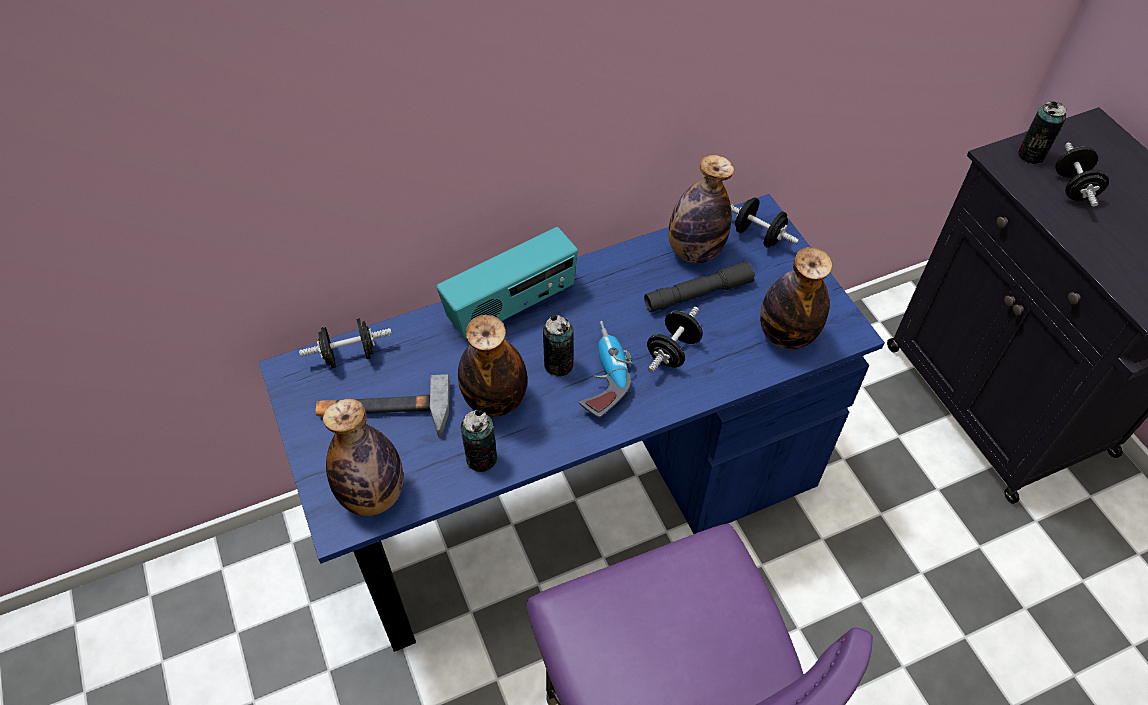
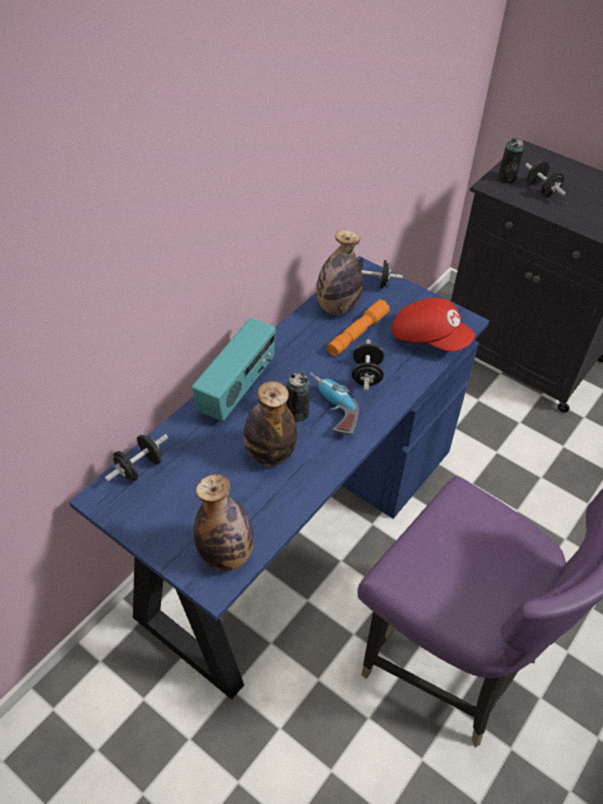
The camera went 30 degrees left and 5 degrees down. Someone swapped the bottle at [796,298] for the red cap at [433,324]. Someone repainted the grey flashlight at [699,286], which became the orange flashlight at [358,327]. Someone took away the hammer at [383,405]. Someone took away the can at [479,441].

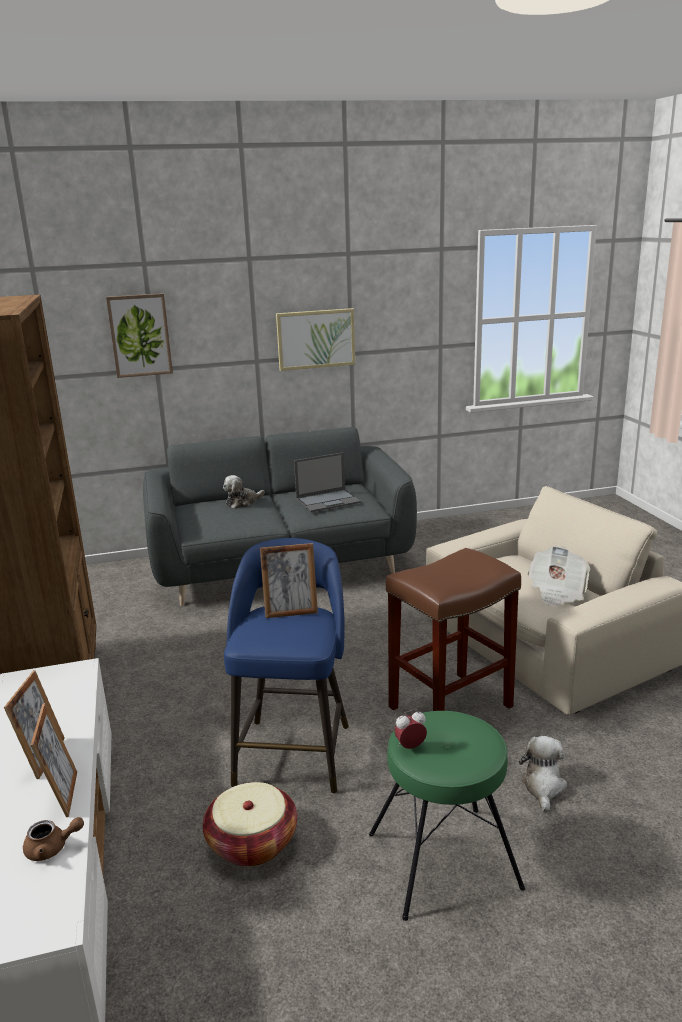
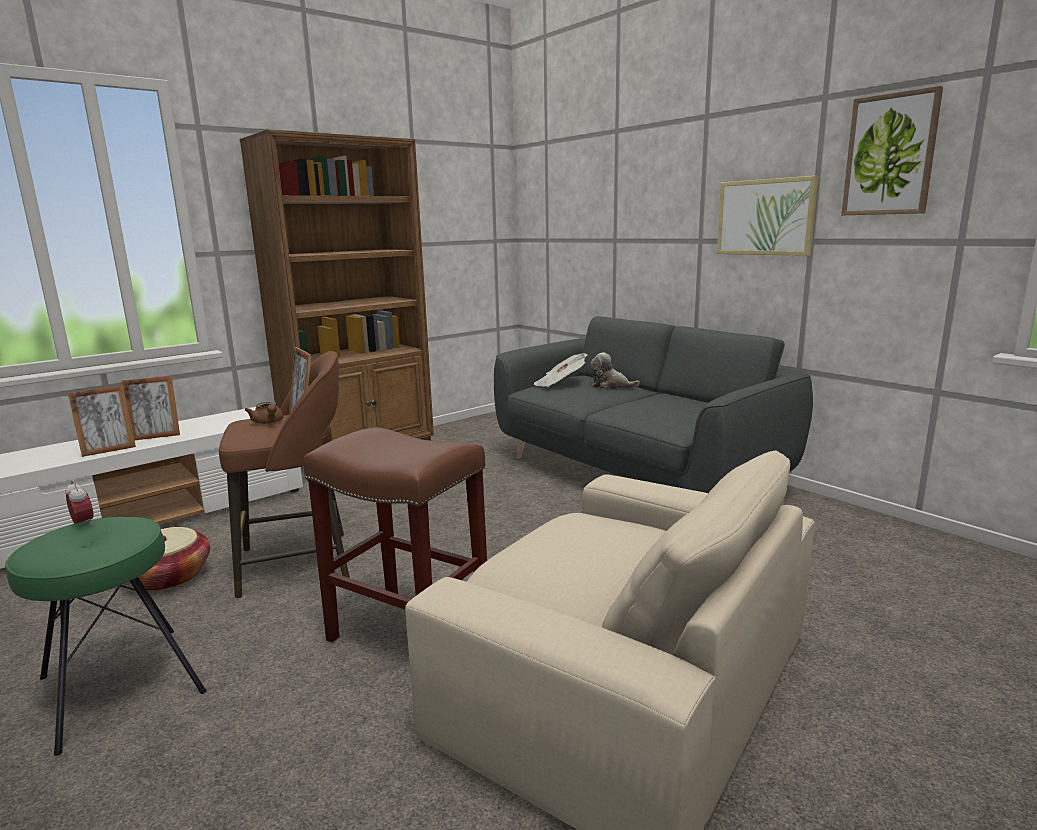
The camera went 65 degrees right and 5 degrees down. Someone carried the picture from [139,335] to [892,150]. Someone took away the laptop at [327,482]. Someone repainted the blue stool at [286,665], which became the brown stool at [284,474]. Someone carried the newspaper from [559,575] to [561,370]. Someone took away the plush toy at [543,774]. Someone carried the brown teapot from [53,839] to [264,413].

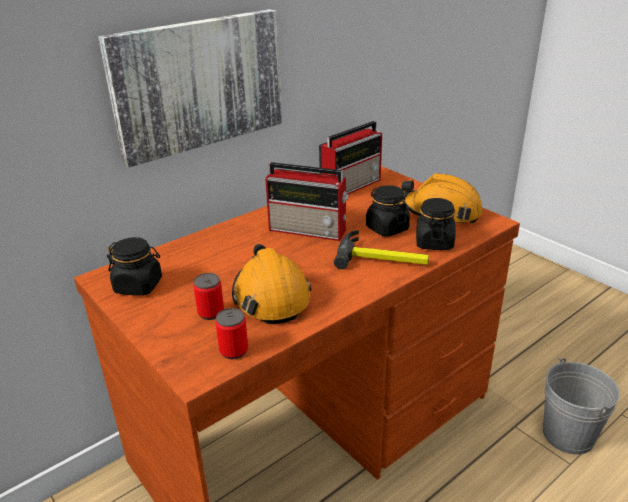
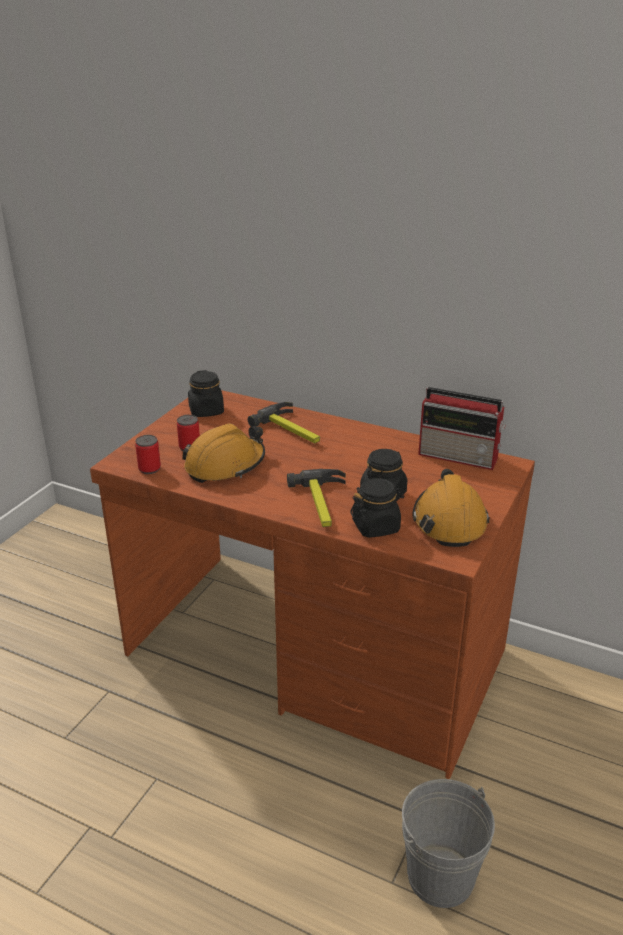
The camera went 65 degrees right and 0 degrees up. Someone took away the picture at [190,88]. Someone took away the radio at [307,201]. Someone put down the hammer at [284,423].

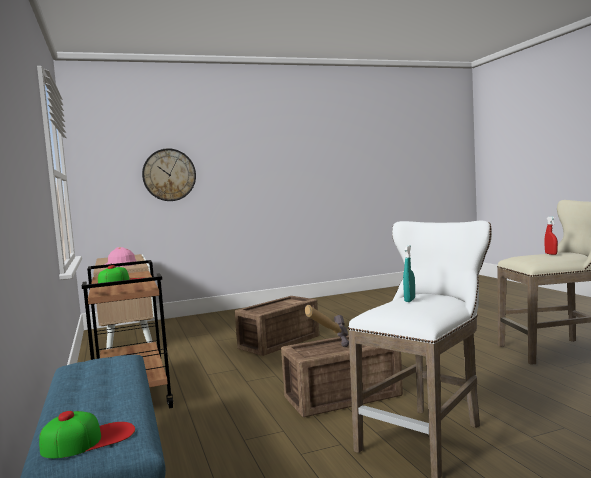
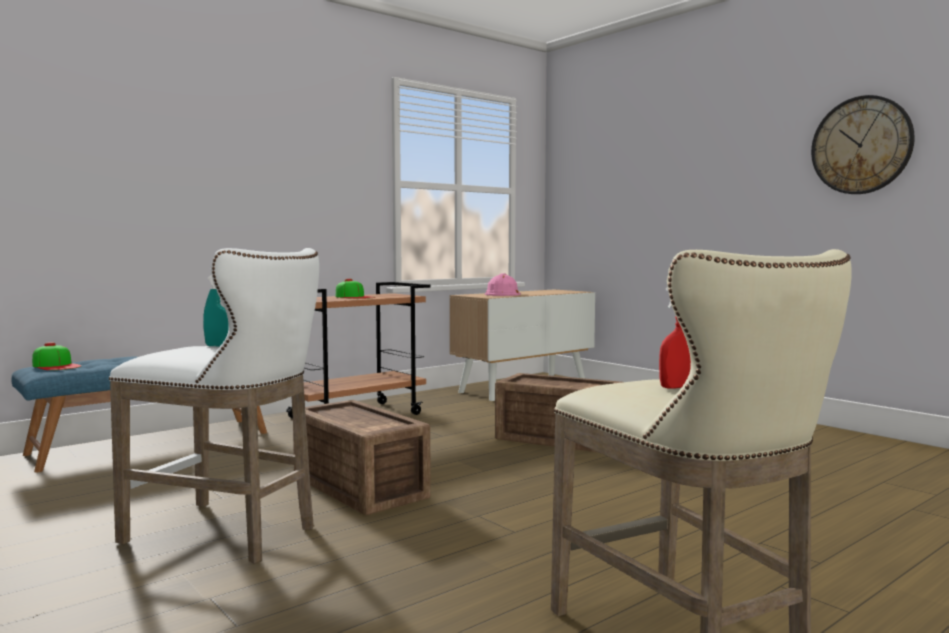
The camera went 70 degrees right and 0 degrees up. Someone carried the wall clock from [169,174] to [863,144]. Someone took away the hammer at [327,326].

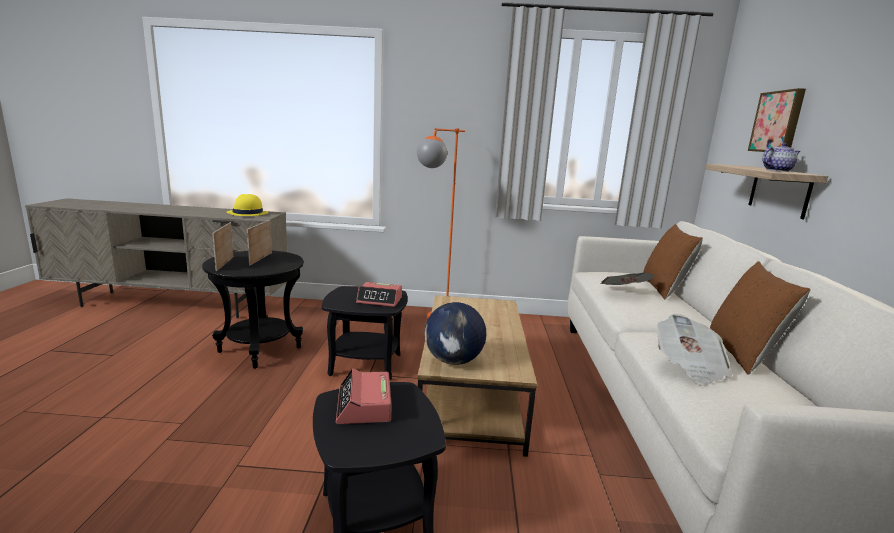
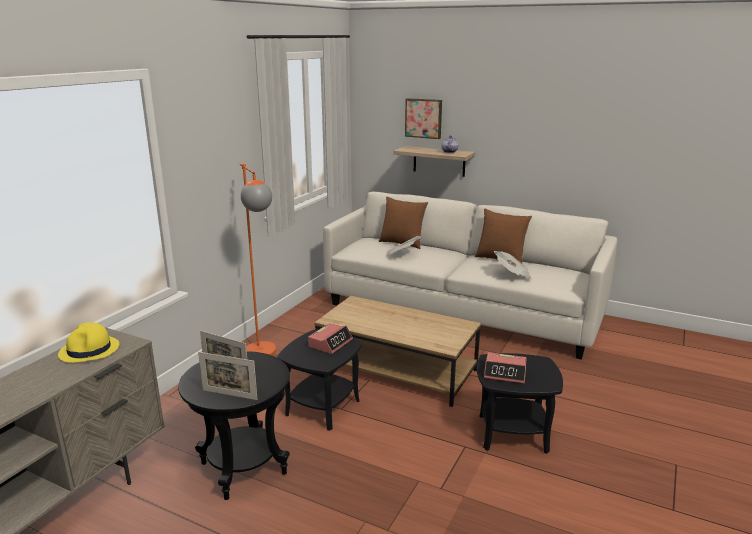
The camera went 65 degrees left and 5 degrees up. Someone took away the globe at [455,333].

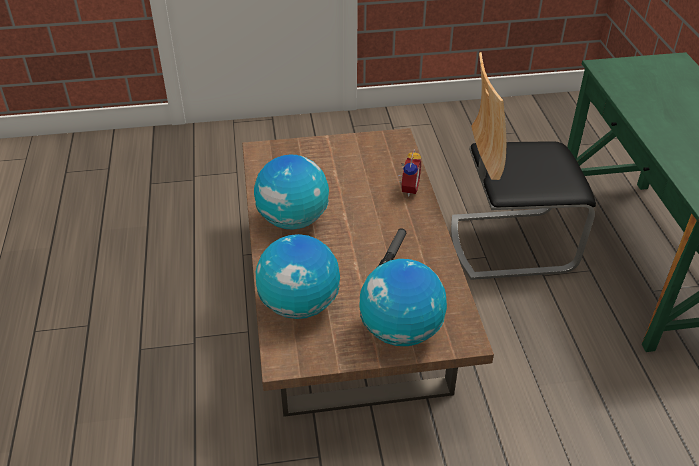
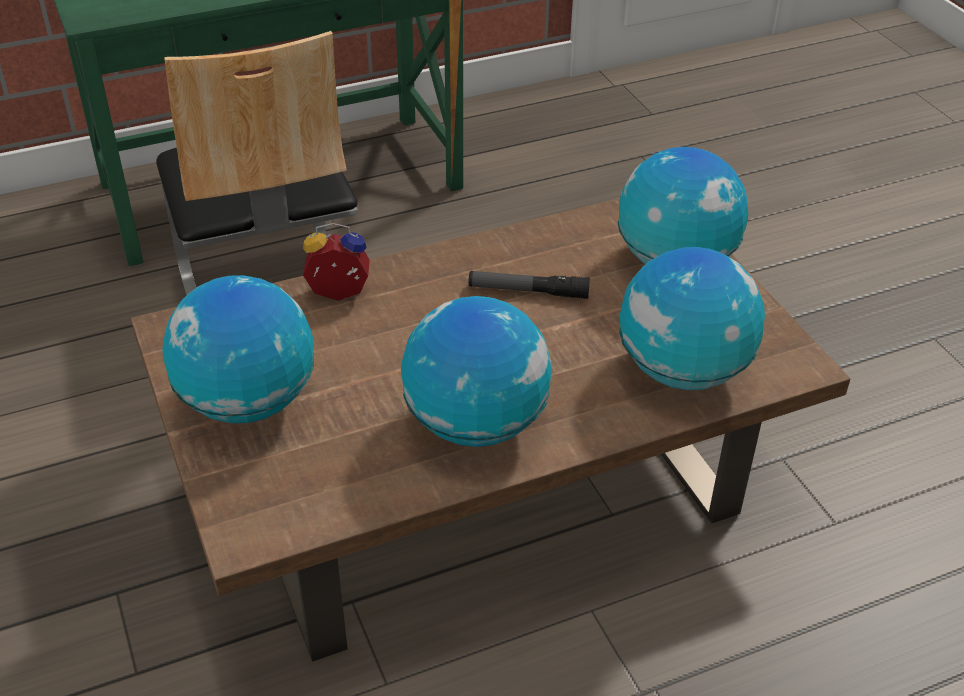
The camera went 105 degrees left and 0 degrees up. Someone put down the globe at [238,349].

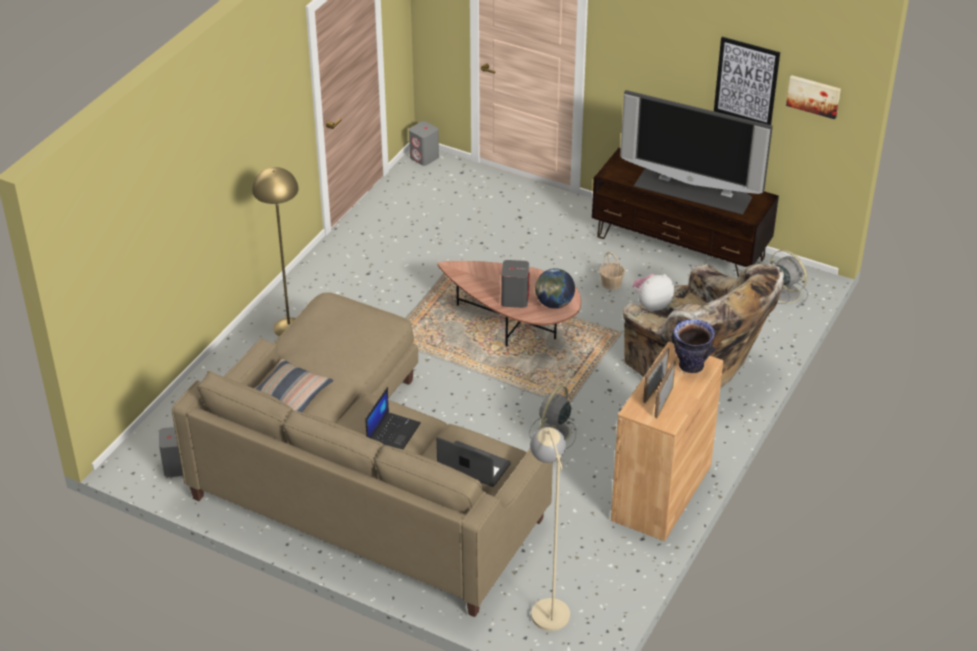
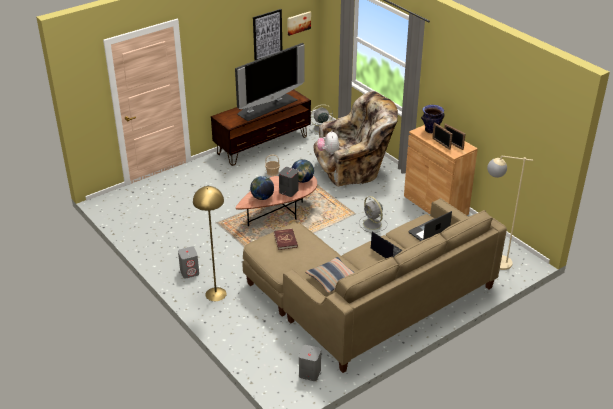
The camera went 65 degrees left and 5 degrees down. Someone carried the grey speaker from [424,143] to [188,263]. Someone put down the globe at [262,188]. Someone put down the red book at [286,239].

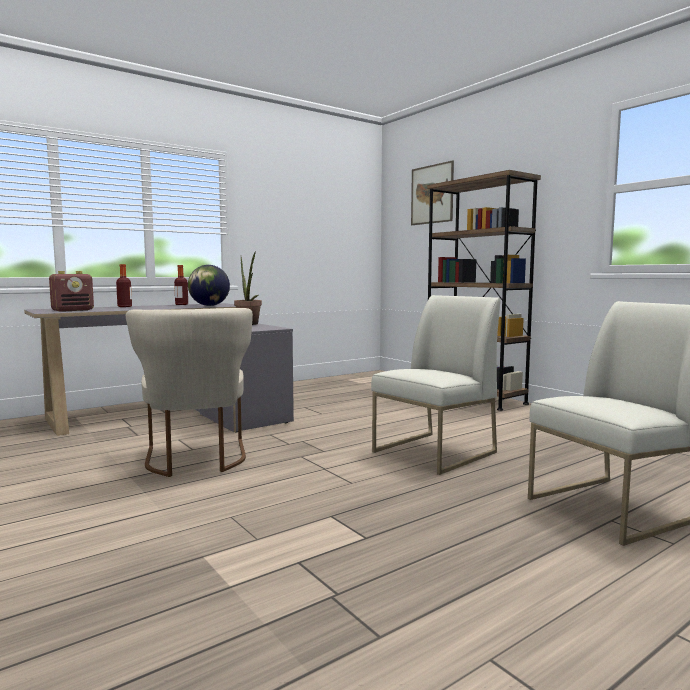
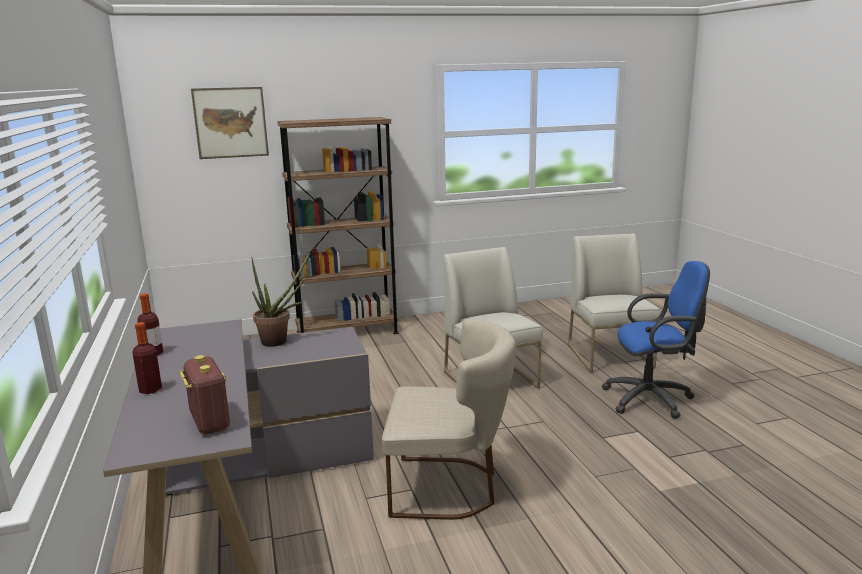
The camera went 70 degrees left and 10 degrees up. Someone took away the globe at [209,285]. Someone put down the blue office chair at [656,340].

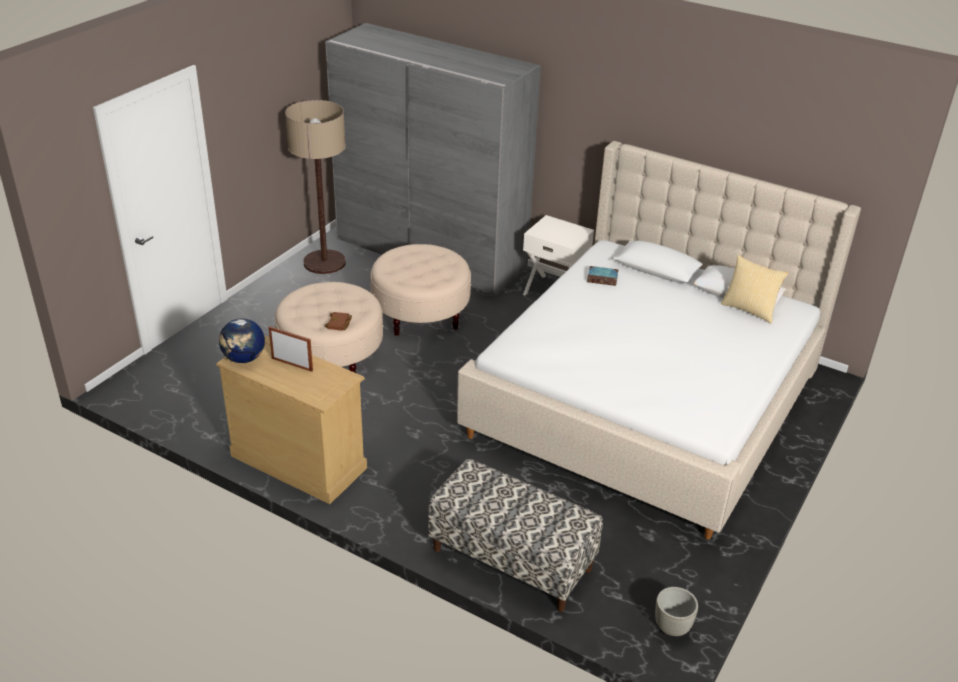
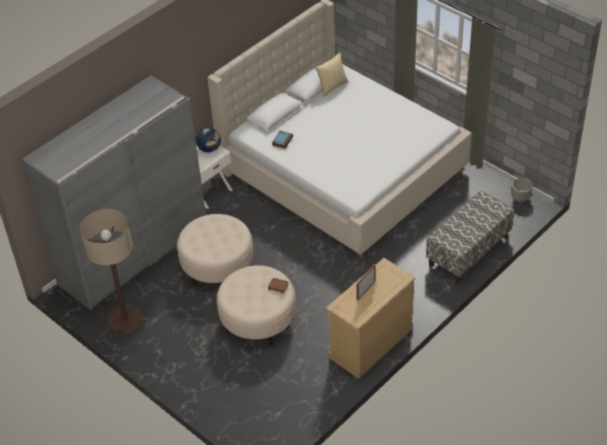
The camera went 75 degrees left and 10 degrees up. Someone carried the globe from [242,340] to [208,140].

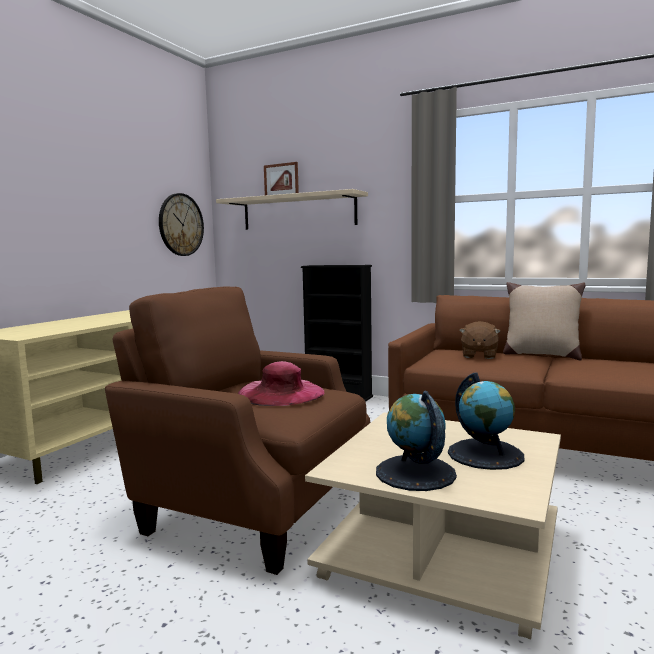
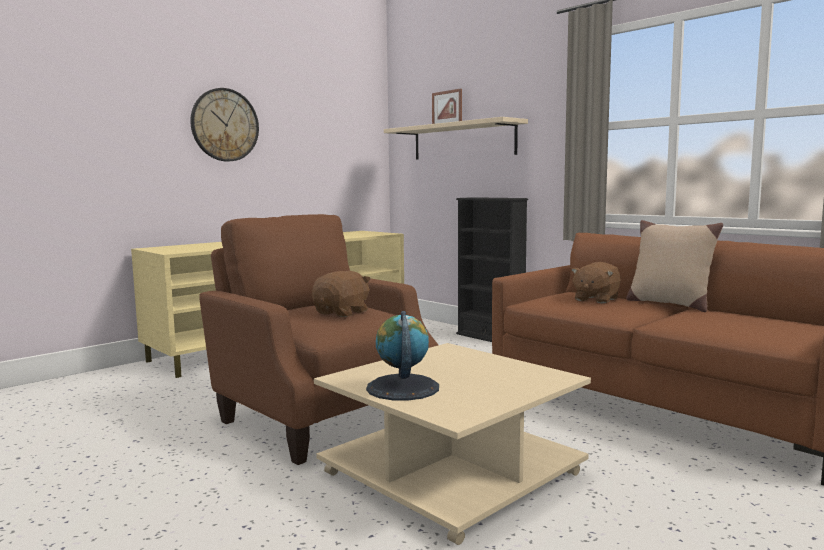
The camera went 20 degrees right and 0 degrees up. Someone carried the wall clock from [181,224] to [224,125]. Someone swapped the pink hat at [281,383] for the brown plush toy at [341,294]. Someone took away the globe at [486,421].

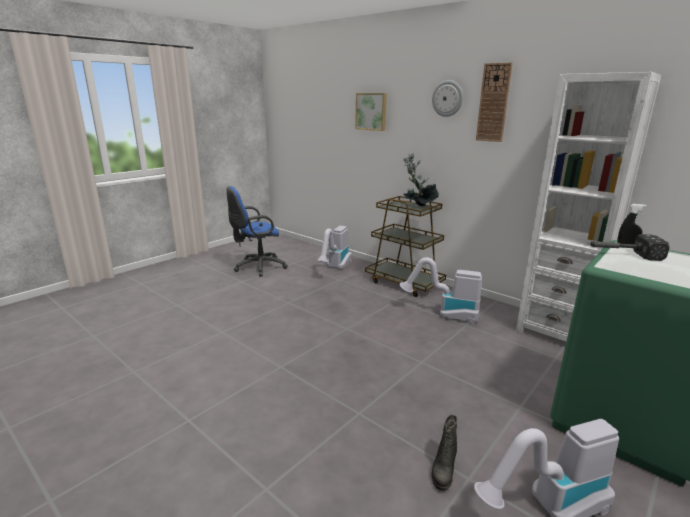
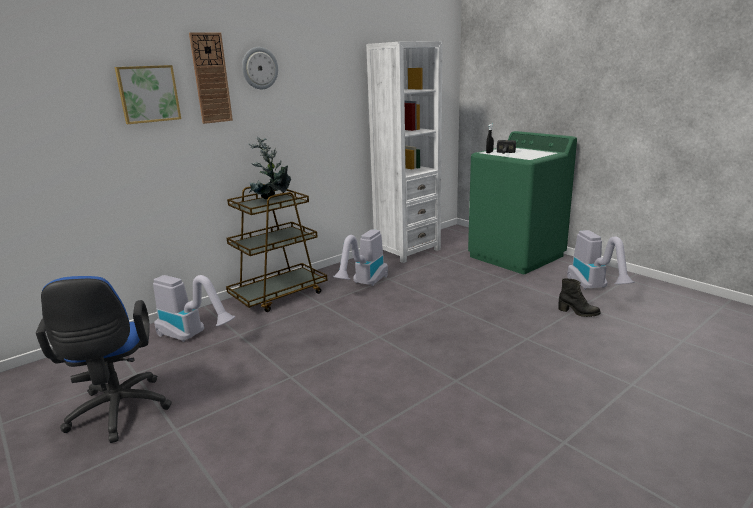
The camera went 80 degrees left and 0 degrees up. Someone carried the wall clock from [494,102] to [211,78].

